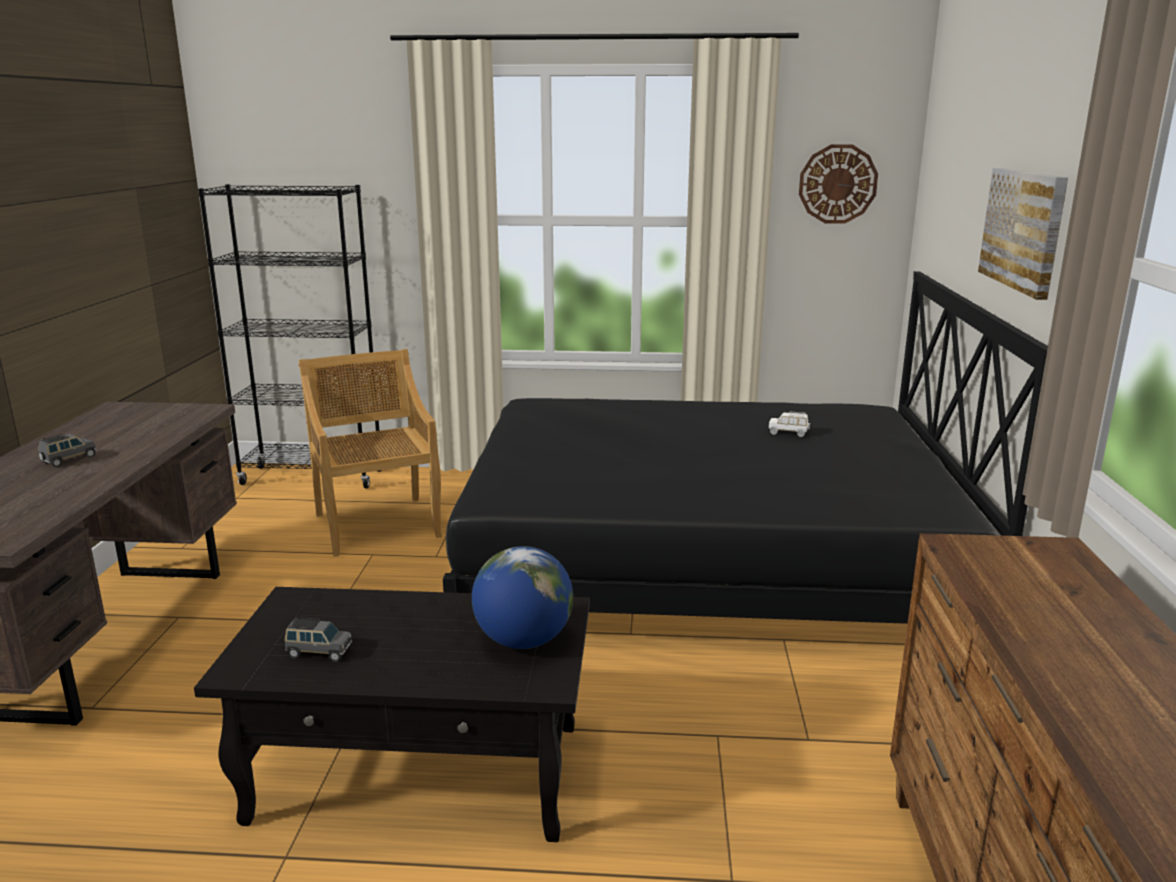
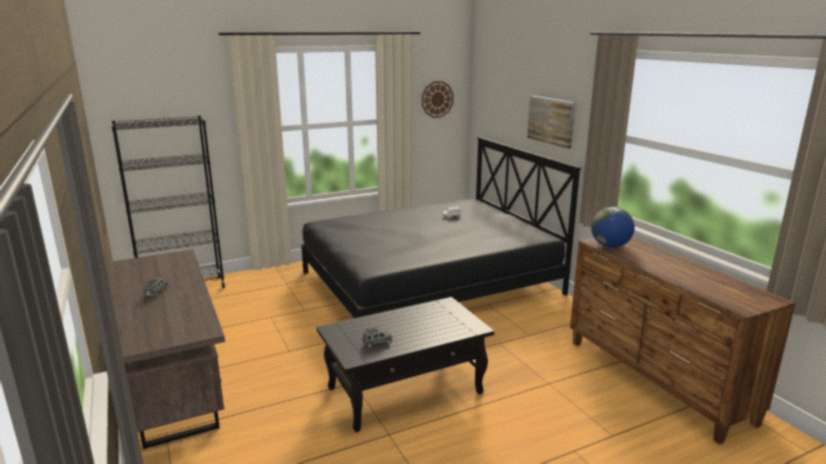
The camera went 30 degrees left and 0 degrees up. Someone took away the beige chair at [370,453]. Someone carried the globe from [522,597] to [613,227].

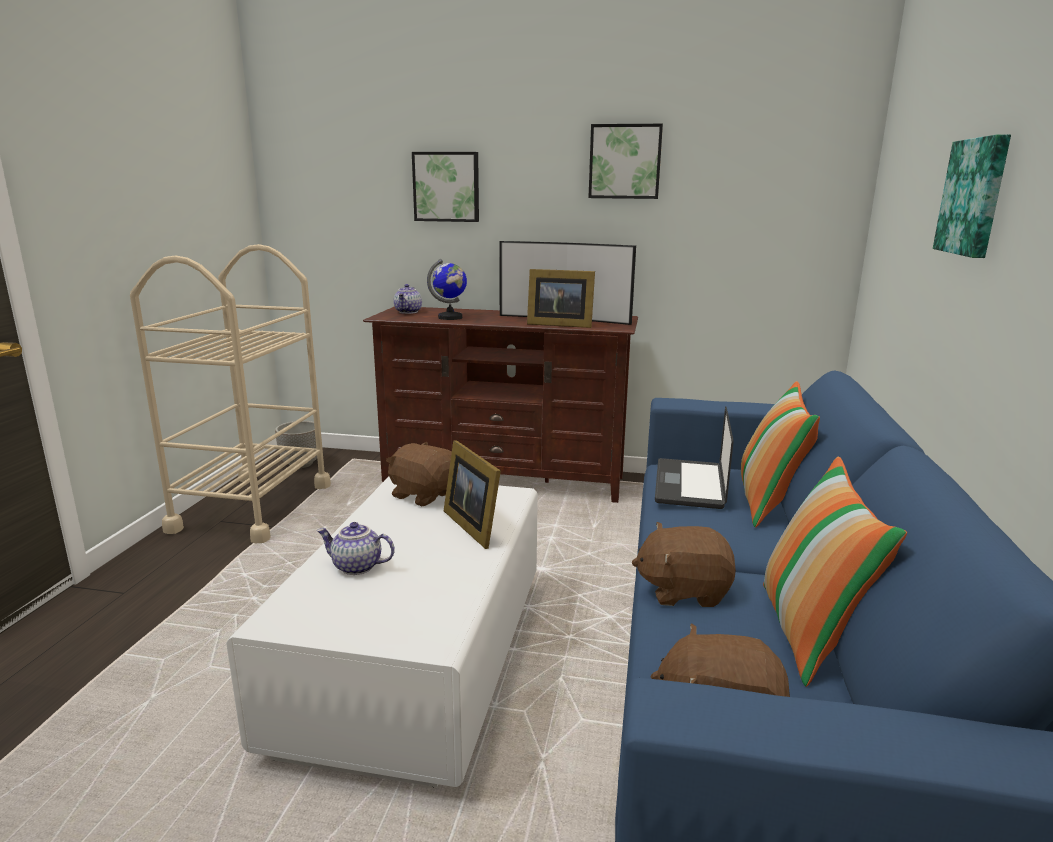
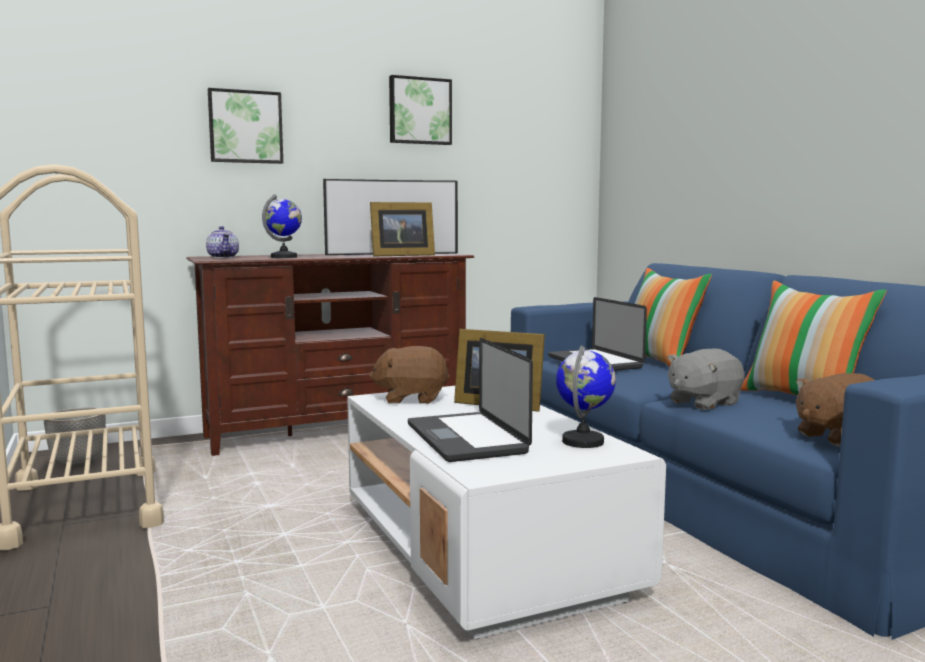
The camera went 35 degrees left and 10 degrees down. Someone took away the picture at [972,196]. Someone swapped the teapot at [356,548] for the laptop at [470,400]. Someone repainted the brown plush toy at [684,564], which became the grey plush toy at [706,379]. Someone put down the globe at [586,396].

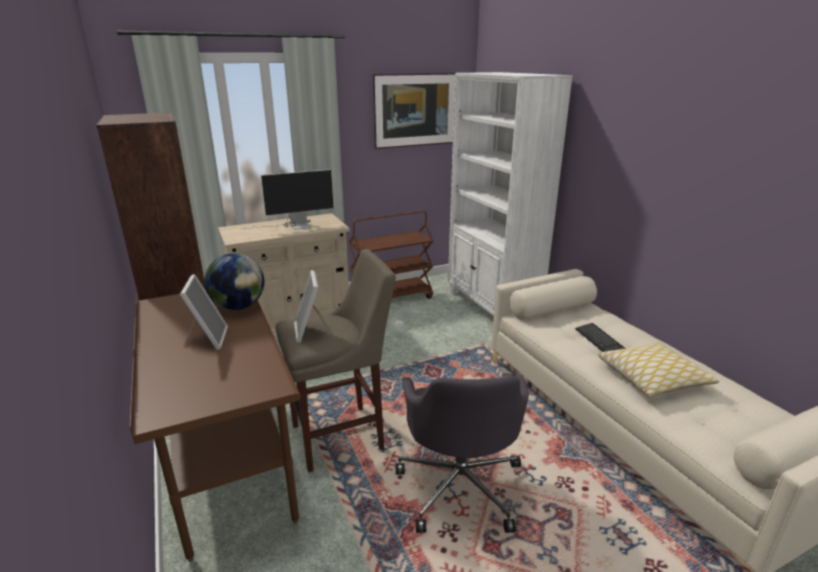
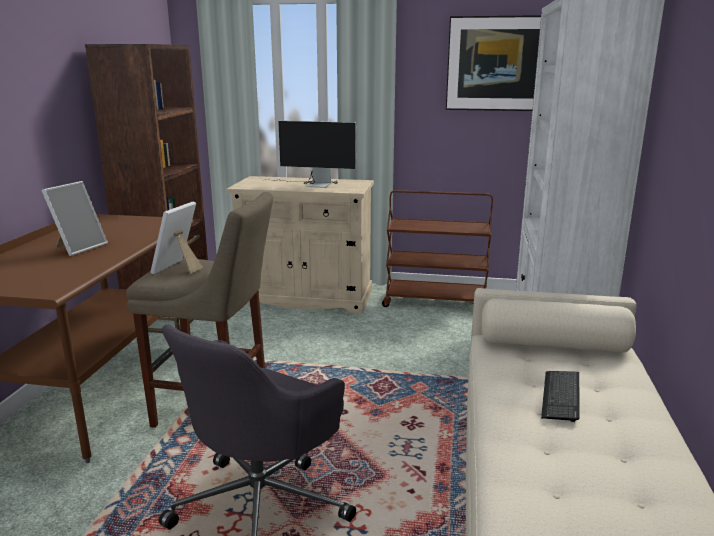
The camera went 35 degrees right and 5 degrees down. Someone took away the globe at [234,281]. Someone took away the pillow at [658,370].

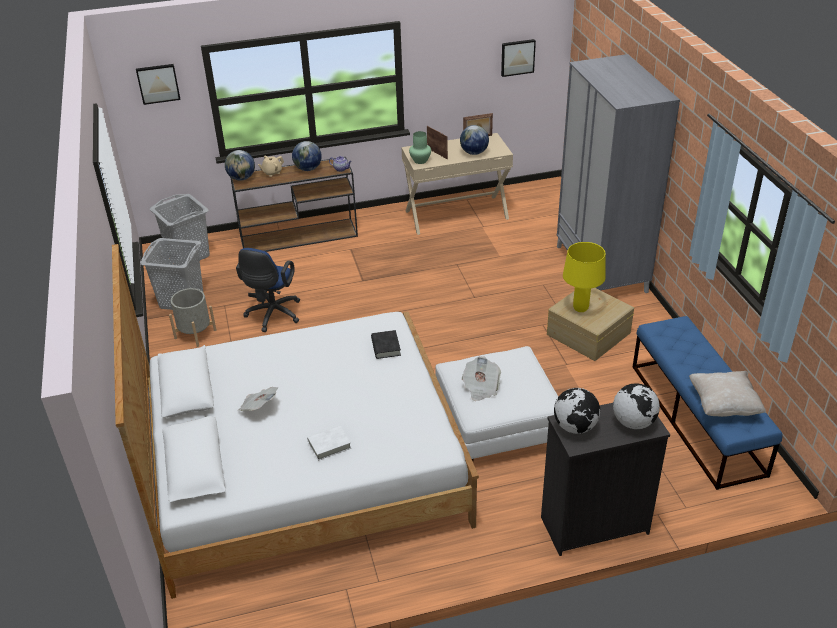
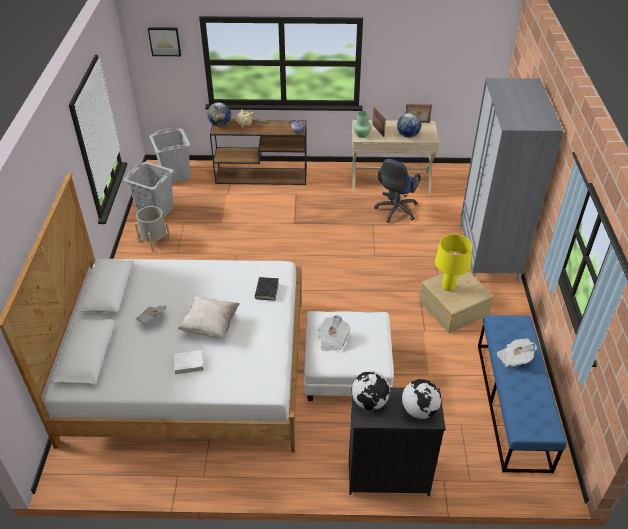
The camera went 15 degrees right and 5 degrees up. Someone took away the picture at [518,58]. Someone took away the globe at [307,156]. Someone carried the blue office chair from [268,290] to [397,191]. Someone carried the beige pillow from [727,394] to [208,317]. Someone put down the newspaper at [517,352].

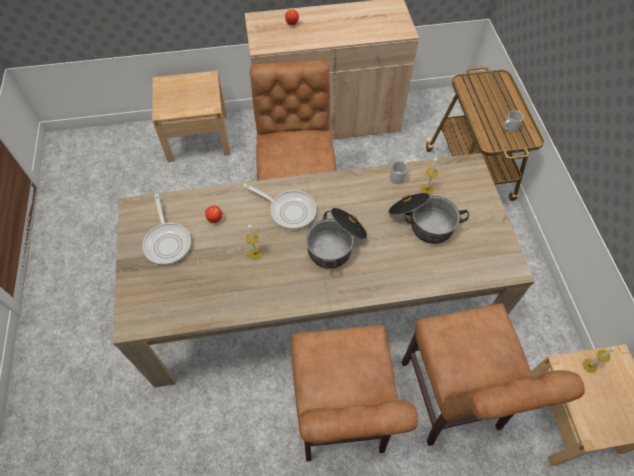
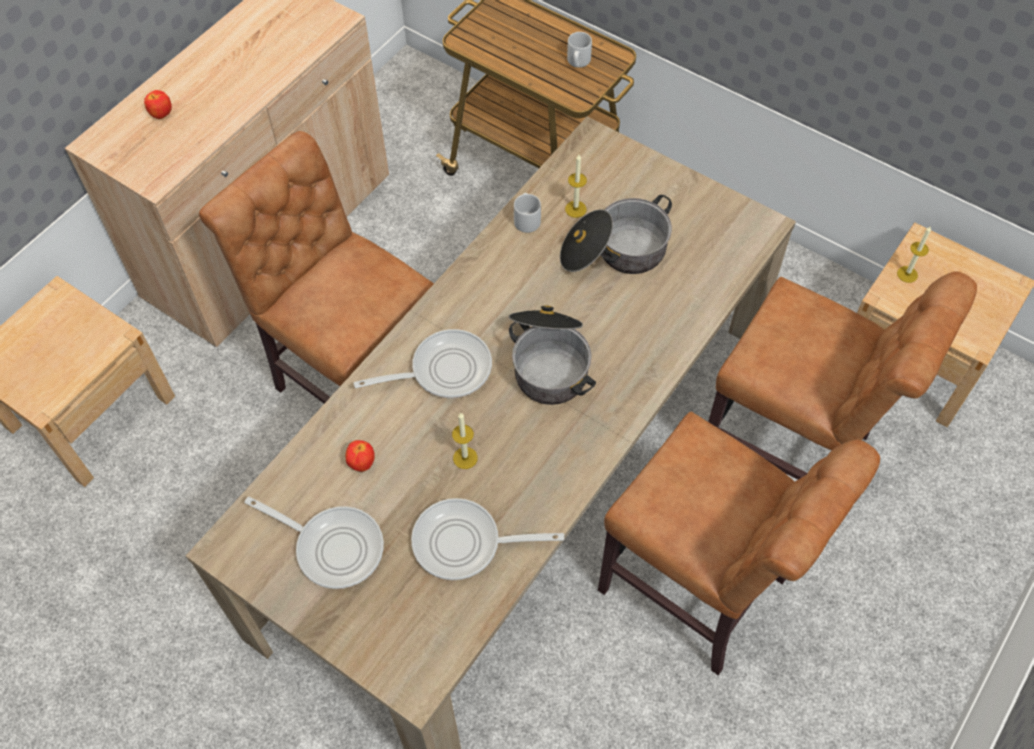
The camera went 45 degrees left and 0 degrees up. Someone put down the frying pan at [487,539].

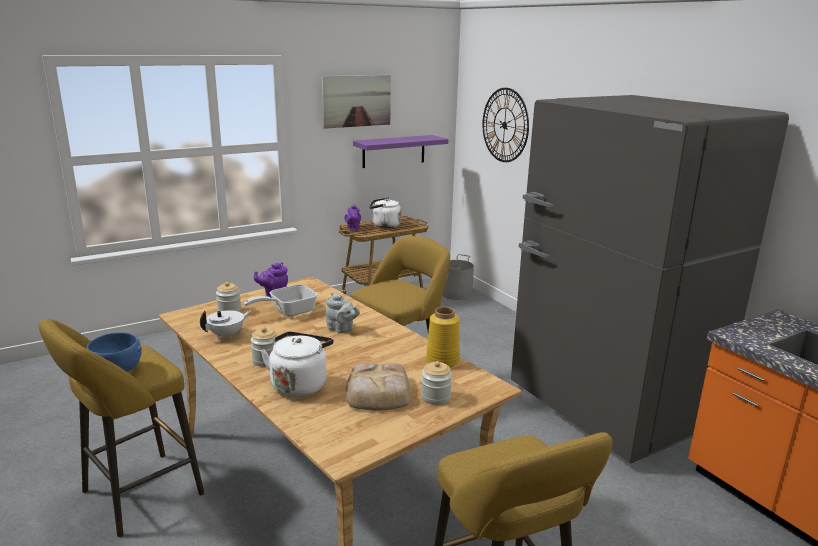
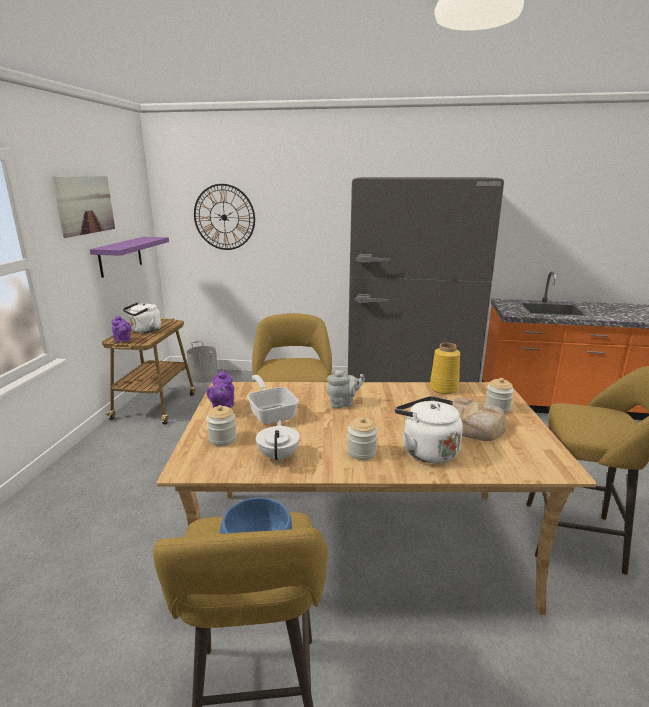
The camera went 50 degrees left and 0 degrees up. Someone rotated the frying pan at [281,300] by 150 degrees clockwise.

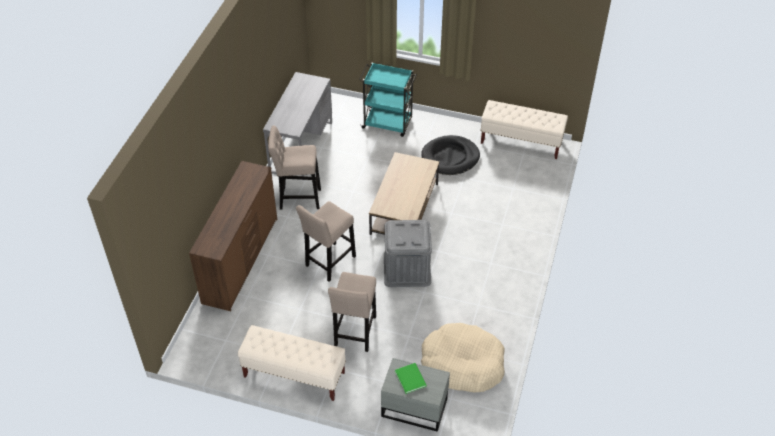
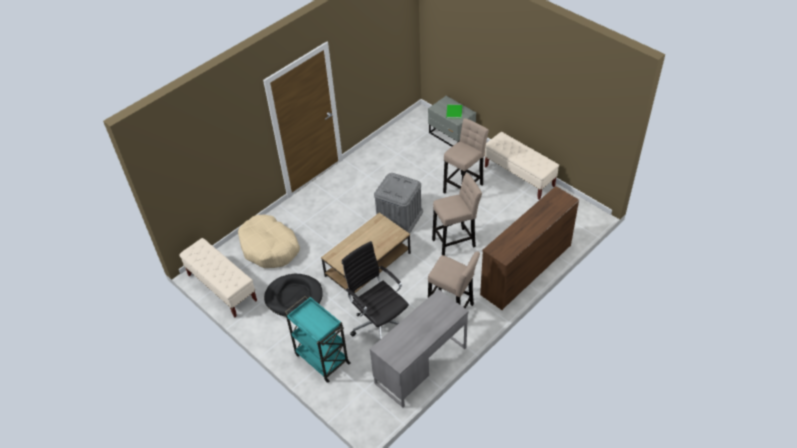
The camera went 150 degrees left and 0 degrees up. Someone carried the beige dog bed from [463,357] to [269,241]. Someone put down the black office chair at [375,290].

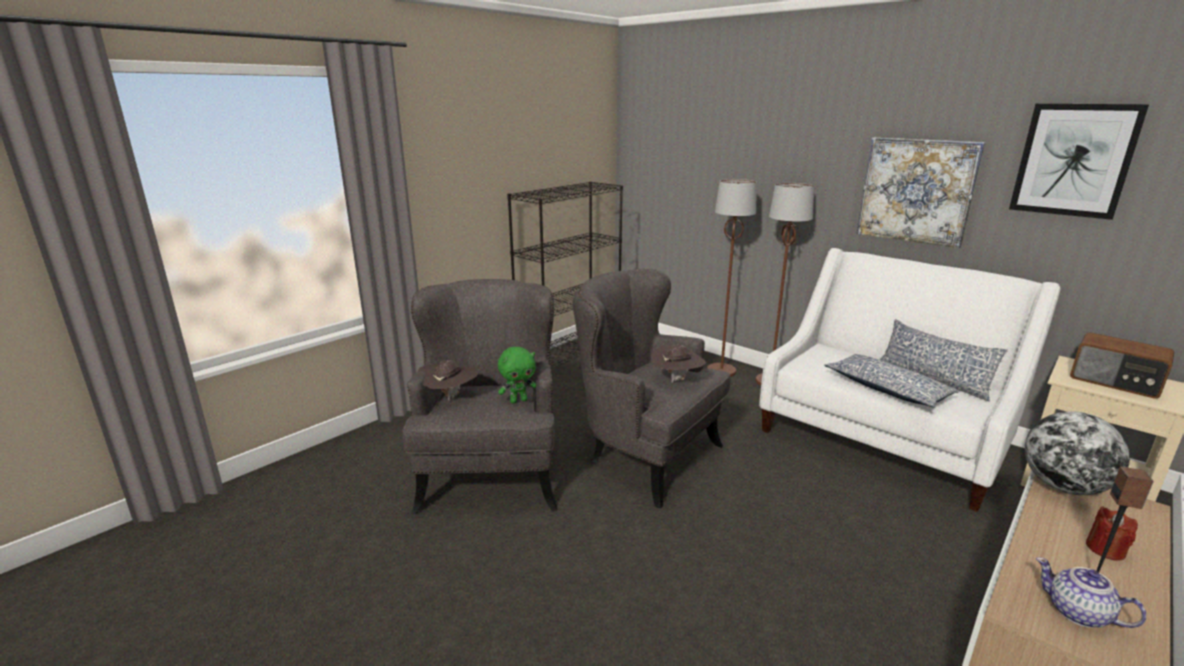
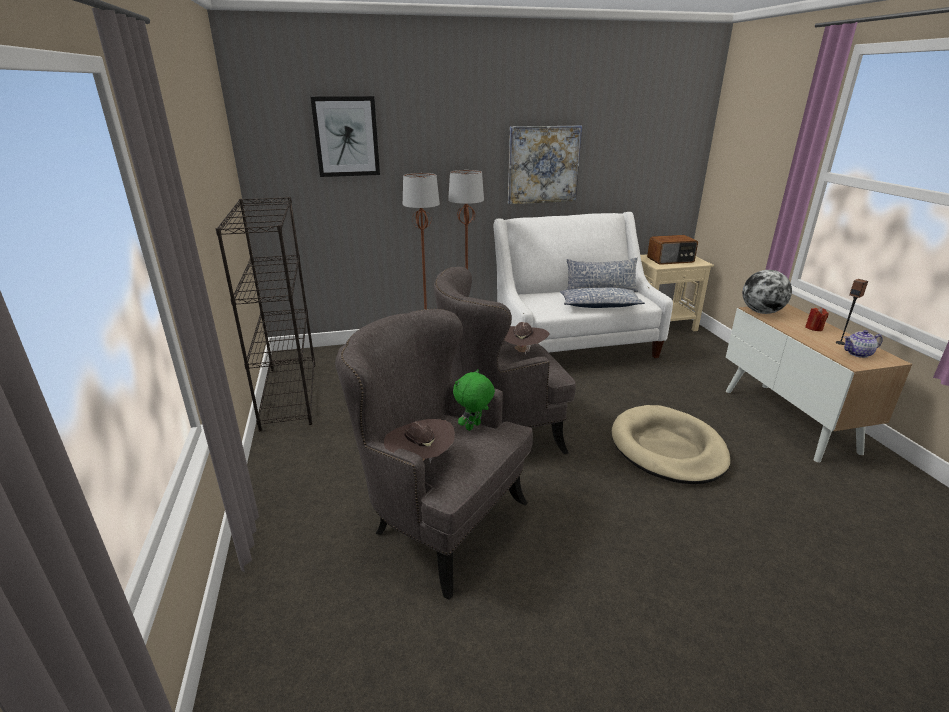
The camera went 55 degrees left and 5 degrees up. Someone carried the picture from [1079,162] to [345,136]. Someone rotated the green plush toy at [517,375] by 150 degrees counterclockwise. Someone put down the beige dog bed at [671,444].

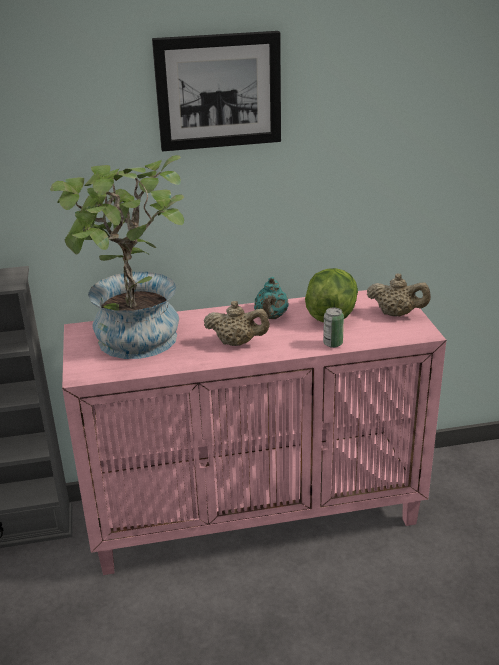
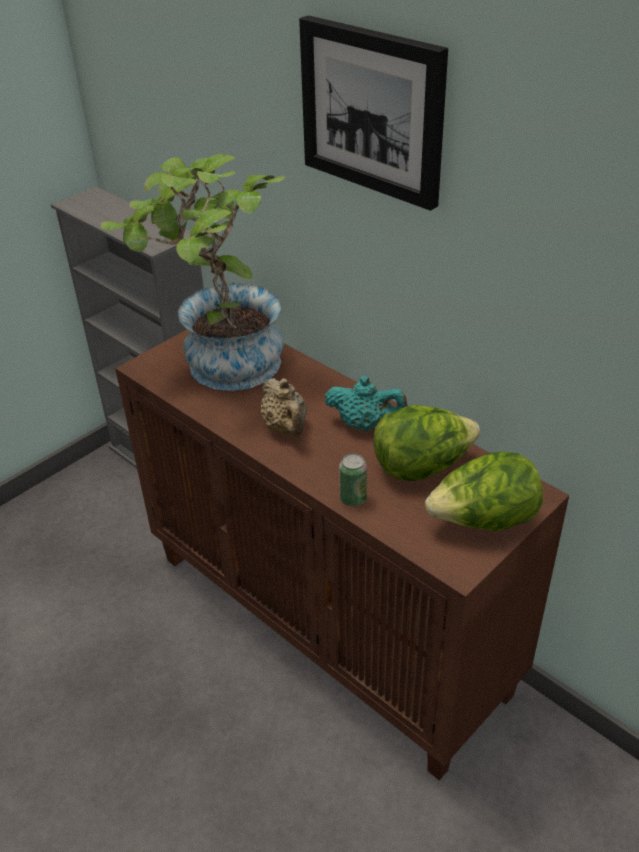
The camera went 55 degrees right and 10 degrees up. Someone swapped the beige teapot at [399,295] for the lettuce at [484,491]. Someone rotated the turquoise teapot at [271,298] by 135 degrees counterclockwise. Someone repainted the pink cabinet at [254,432], which became the brown cabinet at [342,555].

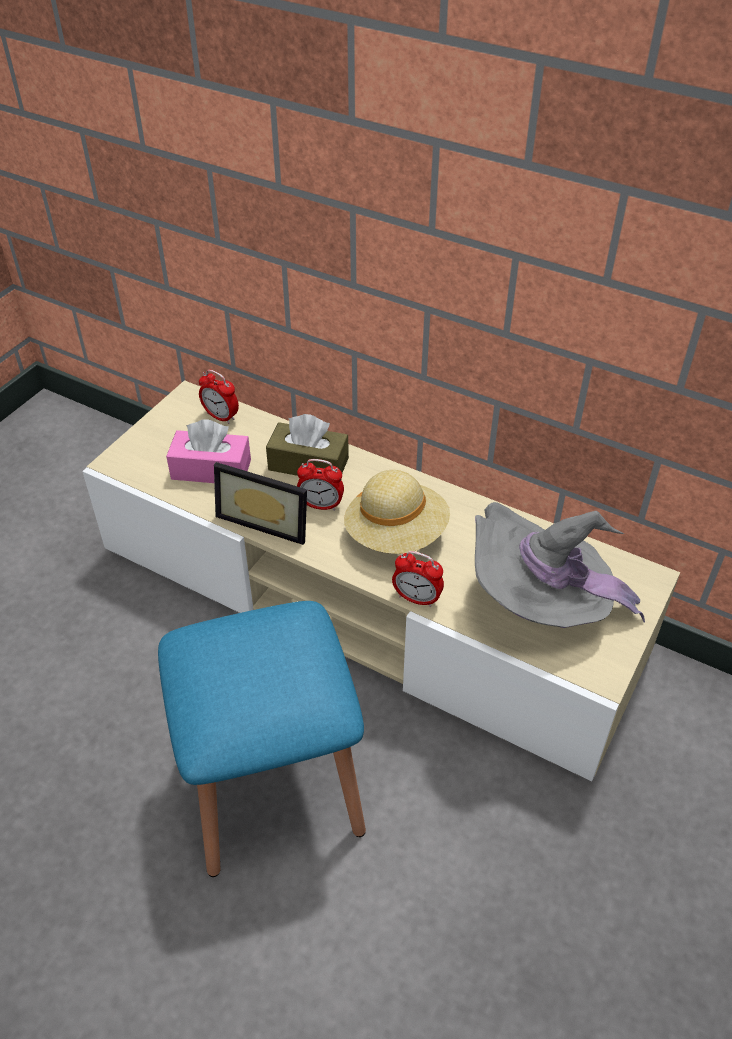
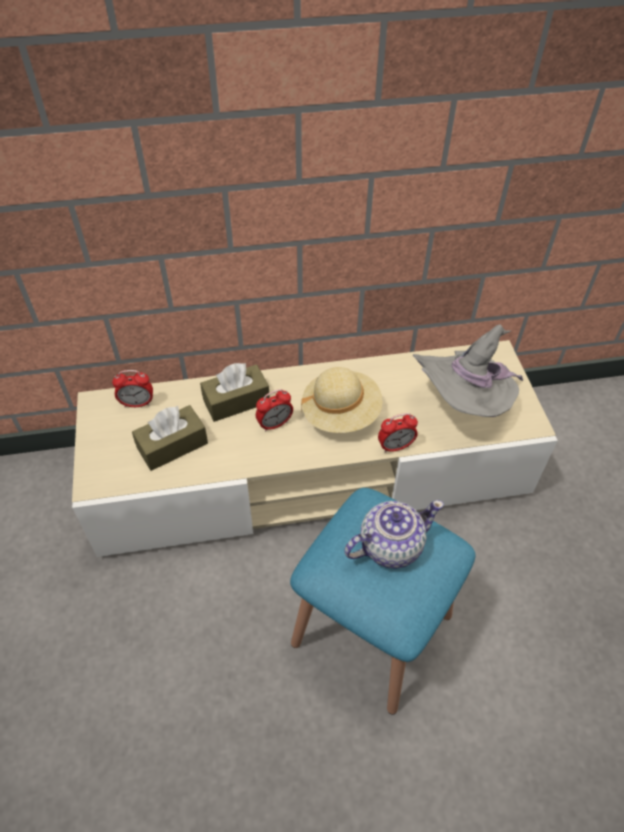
The camera went 40 degrees left and 5 degrees up. Someone repainted the pink tissue box at [208,451], which became the brown tissue box at [170,438]. Someone took away the picture frame at [260,503]. Someone put down the teapot at [394,534].

